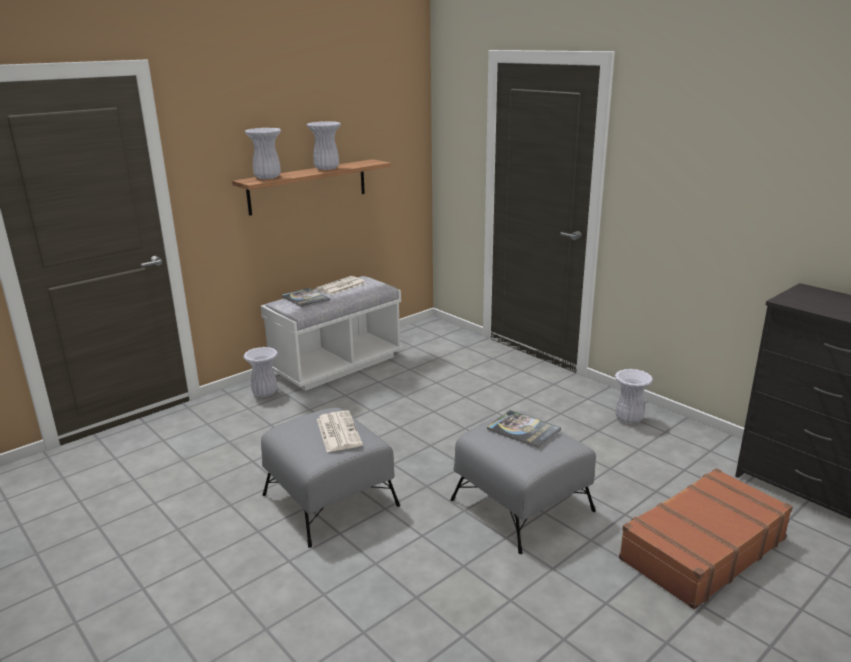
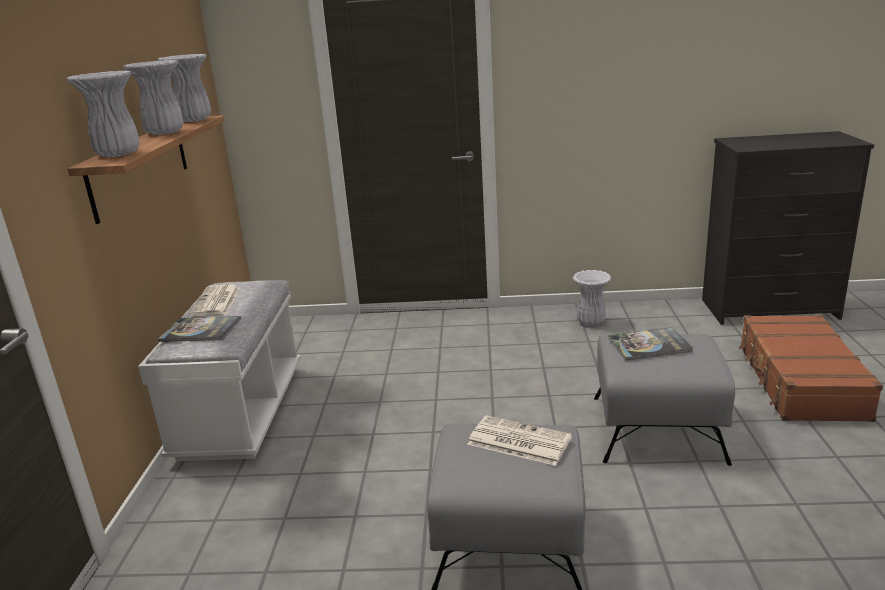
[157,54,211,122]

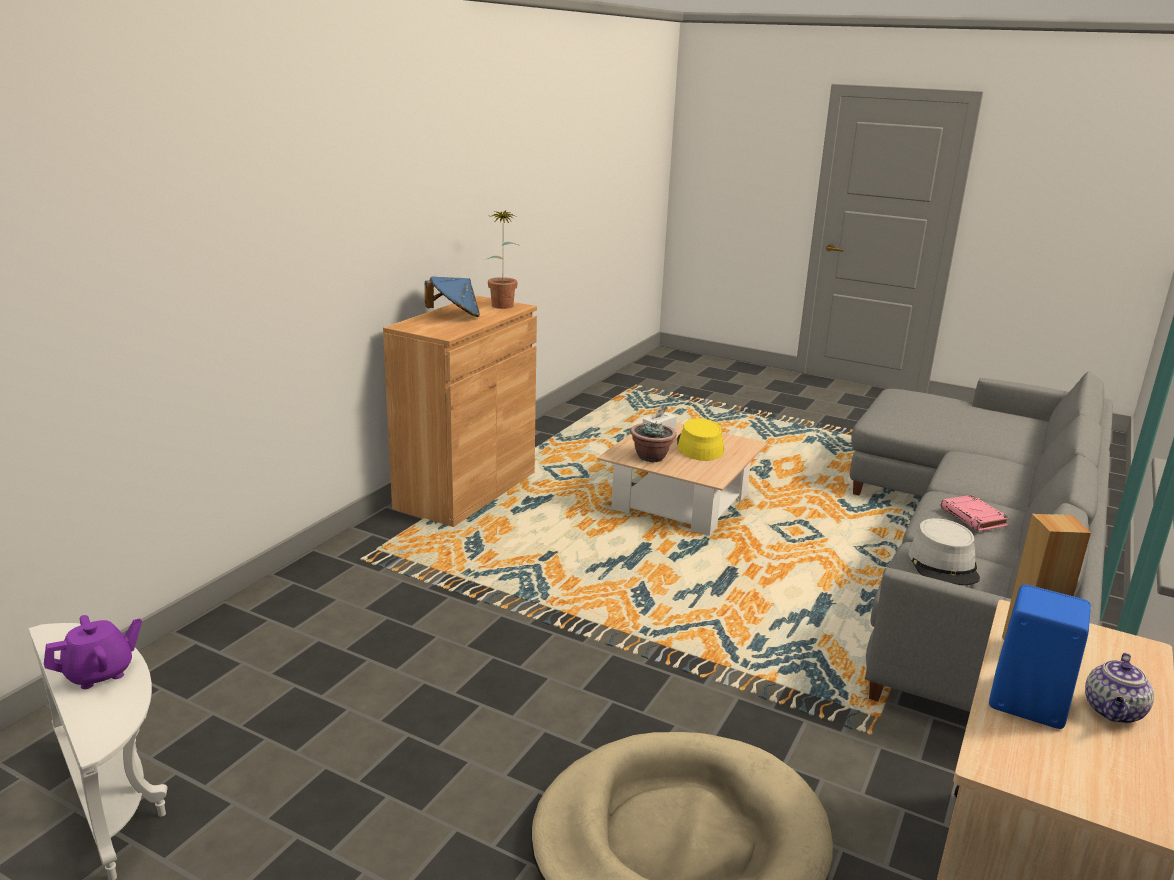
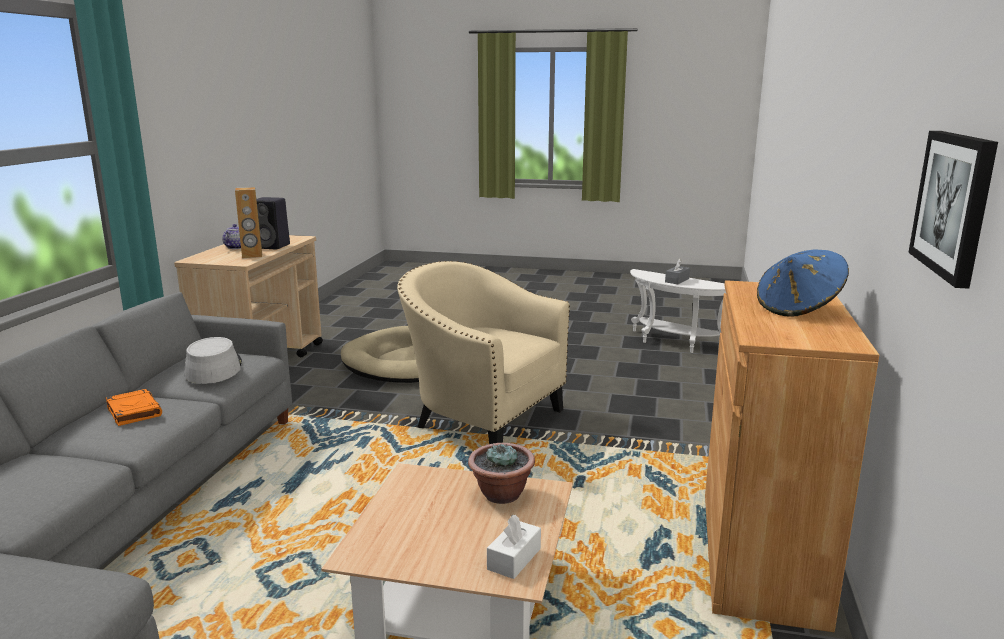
[484,210,518,309] (first image)
[677,418,724,461] (first image)
[397,261,570,444]
[908,131,998,289]
[665,259,690,284]
[106,389,162,426]
[256,197,290,249]

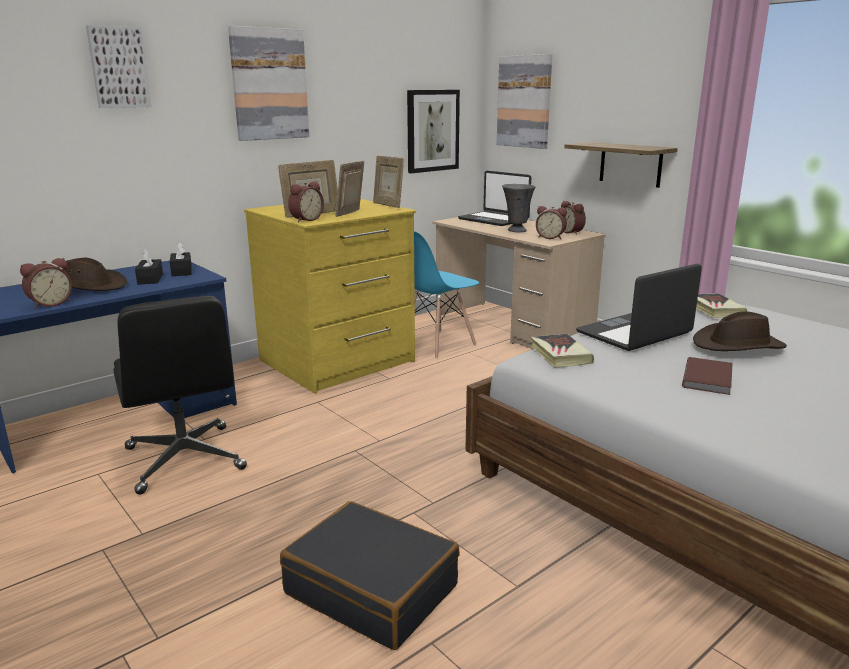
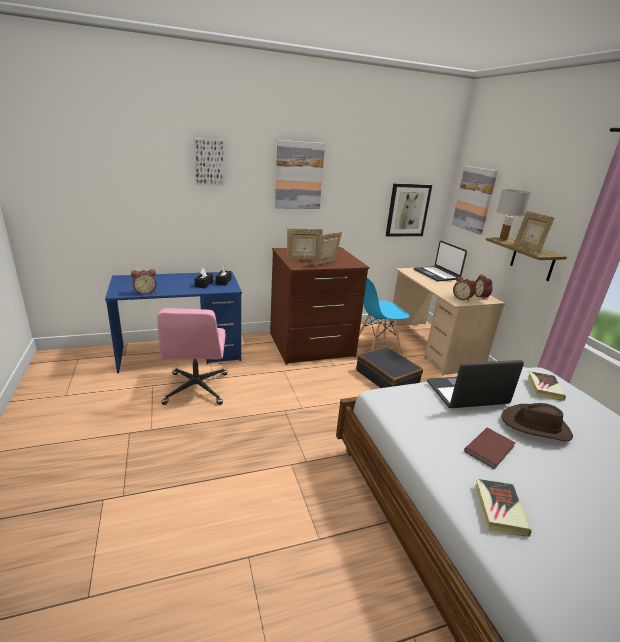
[62,258,127,291] (first image)
[288,181,324,222] (first image)
[502,184,535,232] (first image)
[496,189,531,240]
[356,347,423,388]
[514,211,554,253]
[475,479,532,537]
[157,308,227,405]
[270,247,370,365]

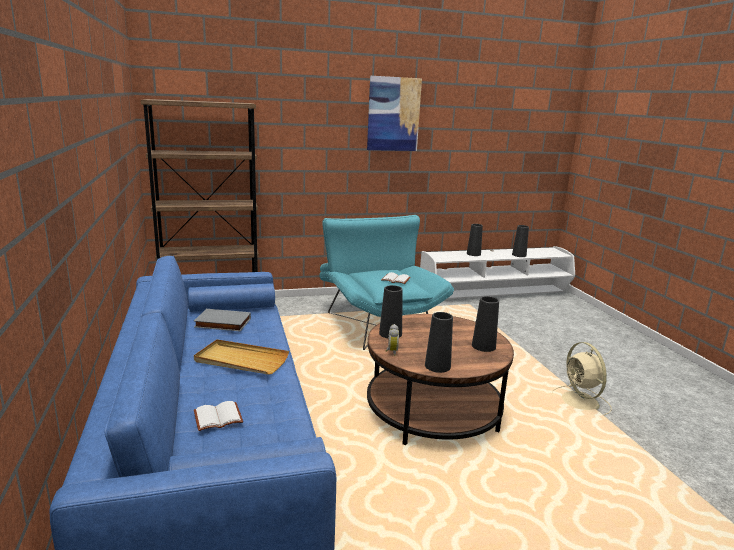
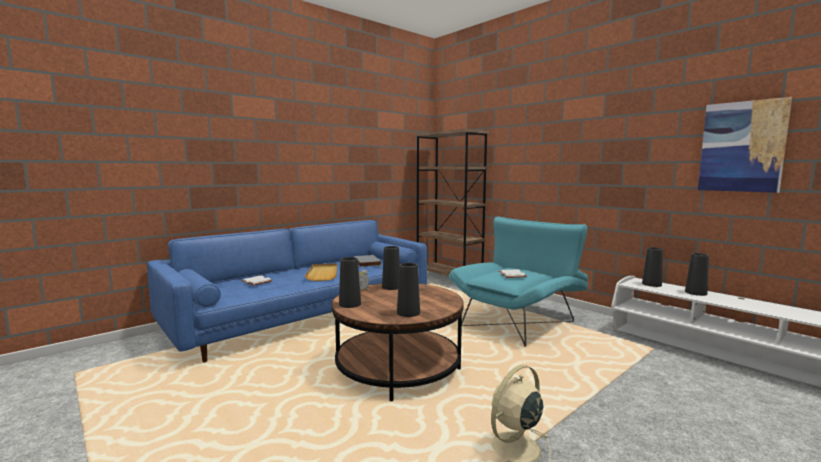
[698,97,792,193]
[642,247,663,287]

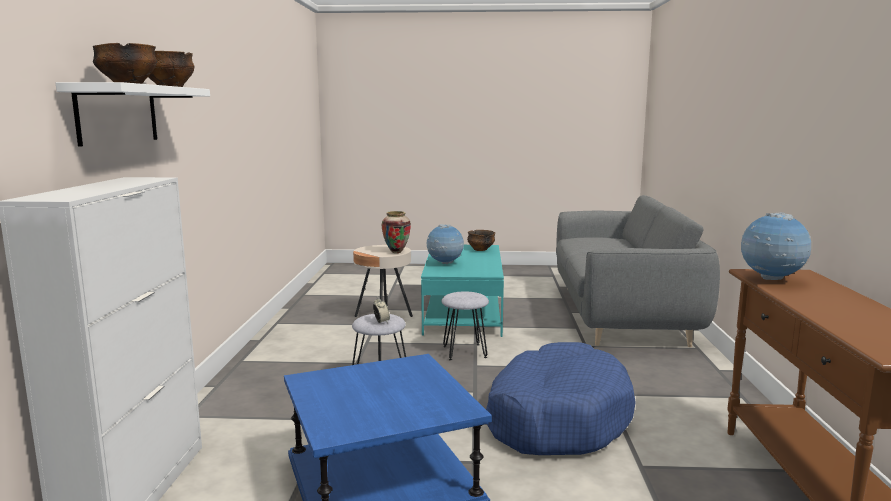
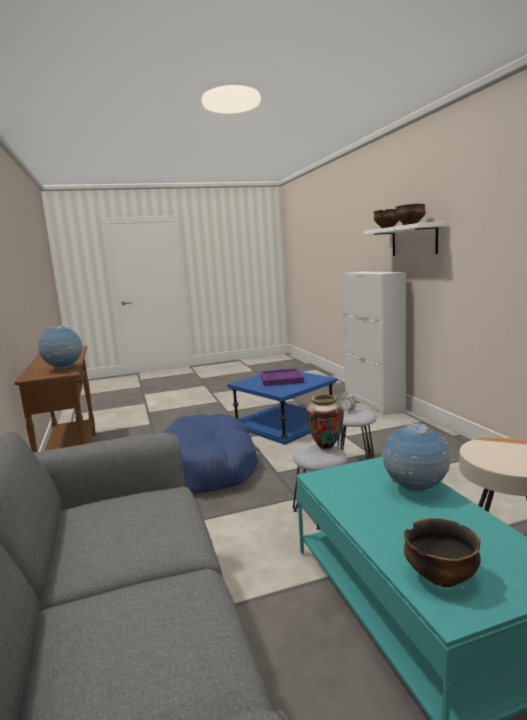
[261,368,304,386]
[306,395,344,450]

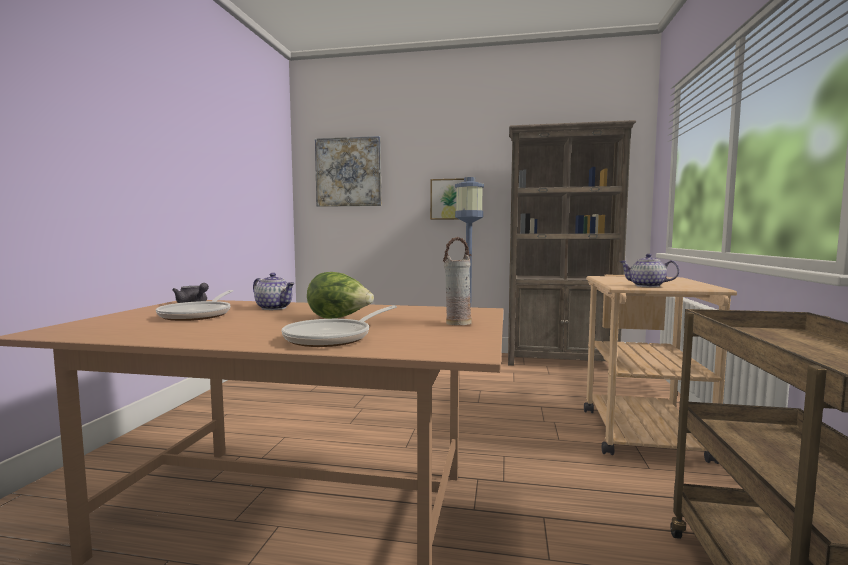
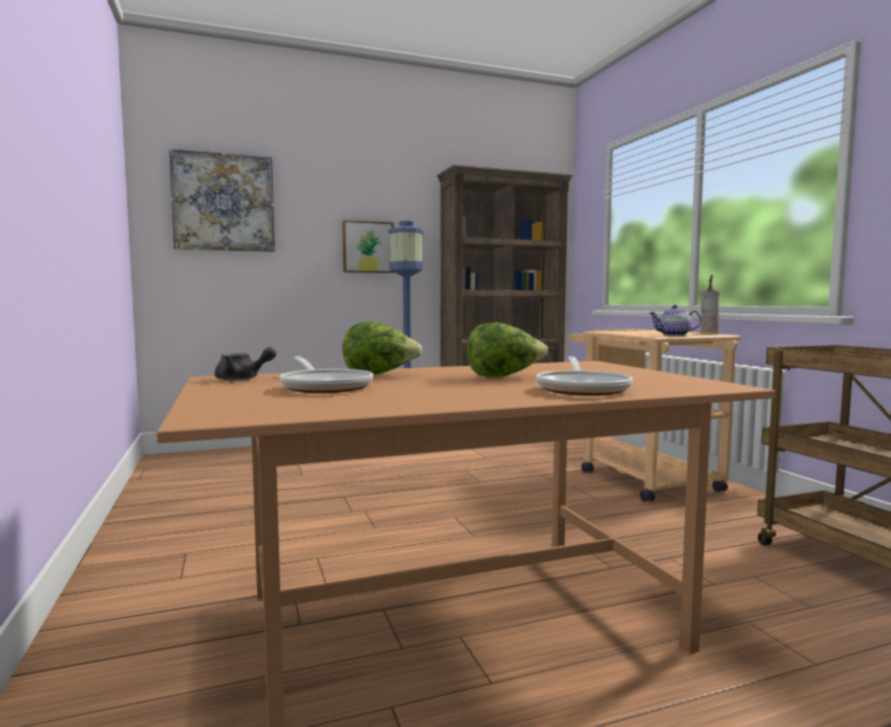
[700,275,720,334]
[343,322,423,375]

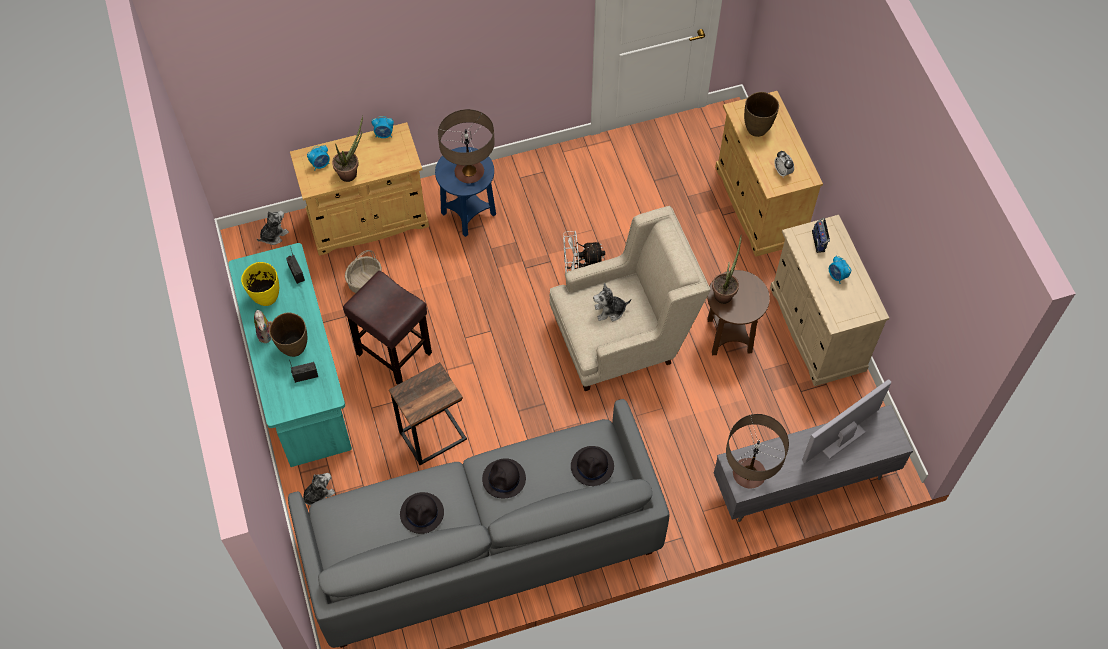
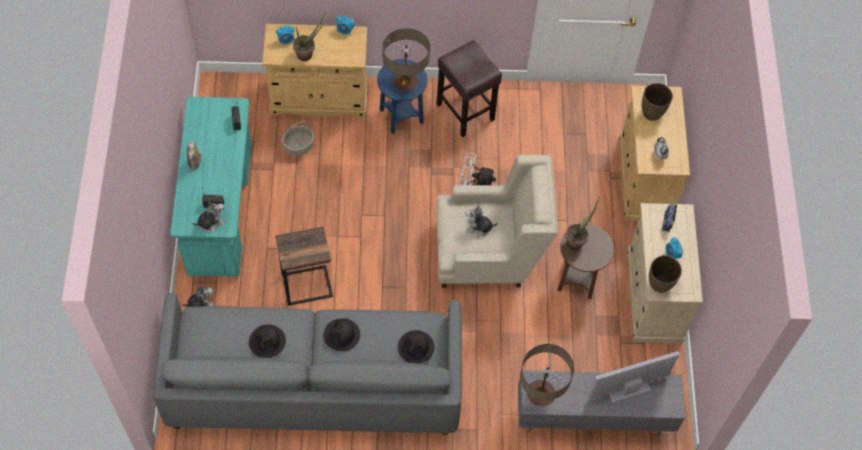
[241,262,279,306] (first image)
[192,202,226,232]
[649,255,682,293]
[437,40,502,138]

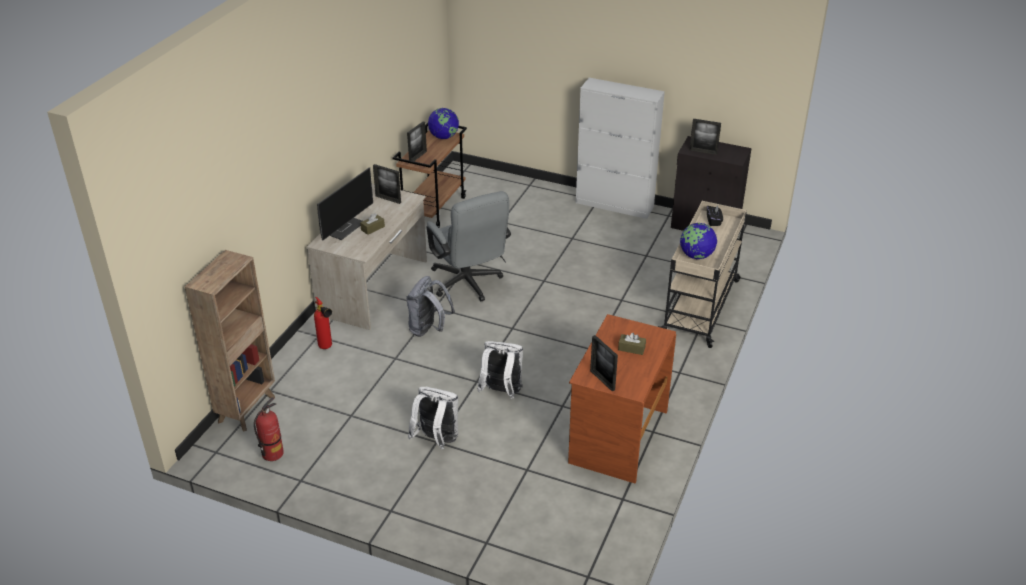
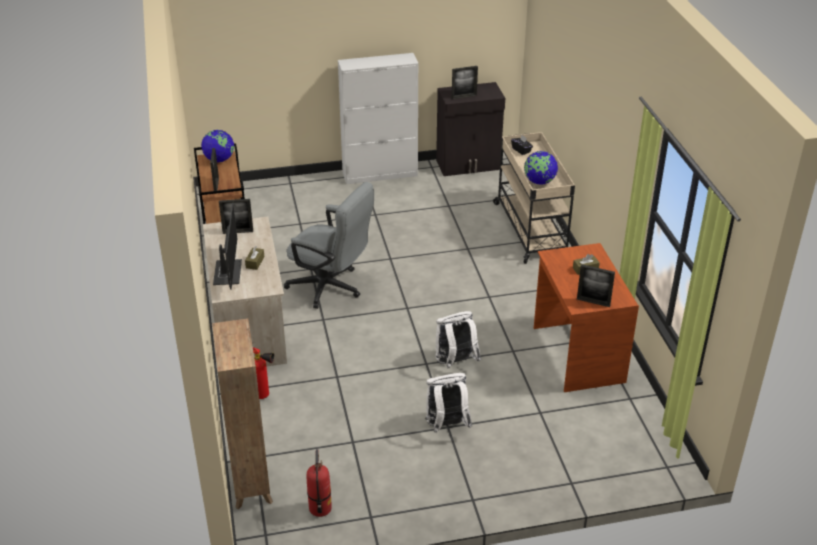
[406,276,455,337] (first image)

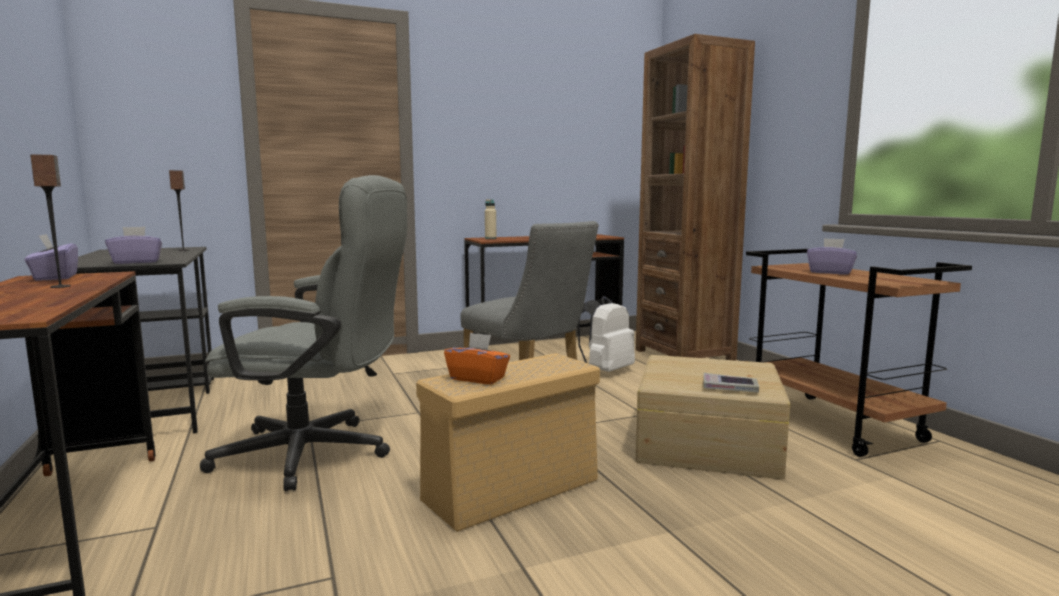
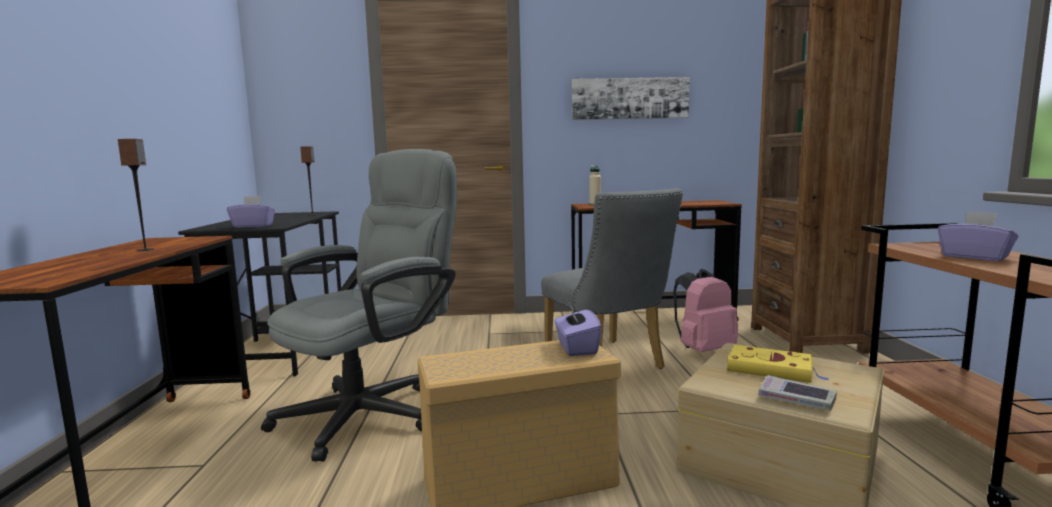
[444,332,510,384] (first image)
[572,77,690,120]
[727,345,829,383]
[554,303,602,356]
[673,269,738,352]
[261,149,457,462]

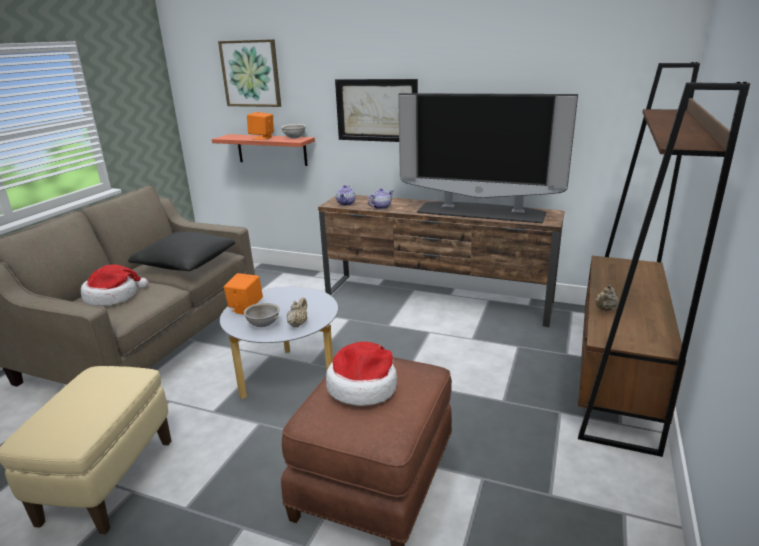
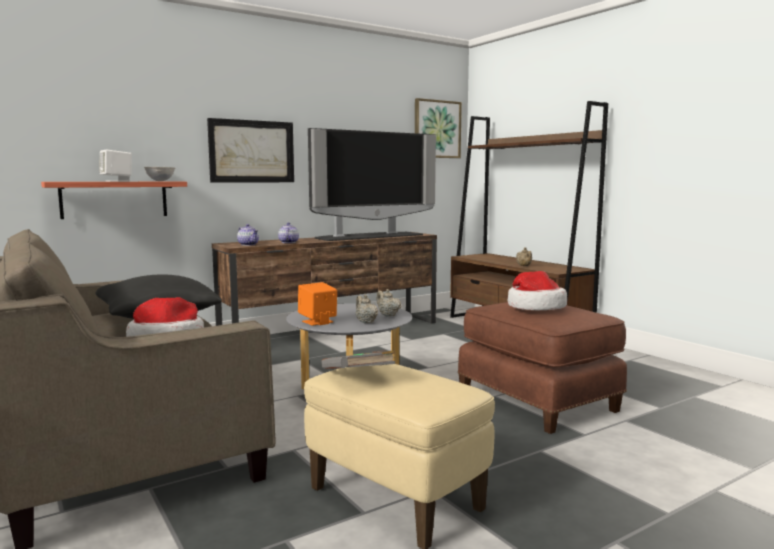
[321,350,395,369]
[415,98,462,158]
[356,295,378,323]
[99,150,132,181]

